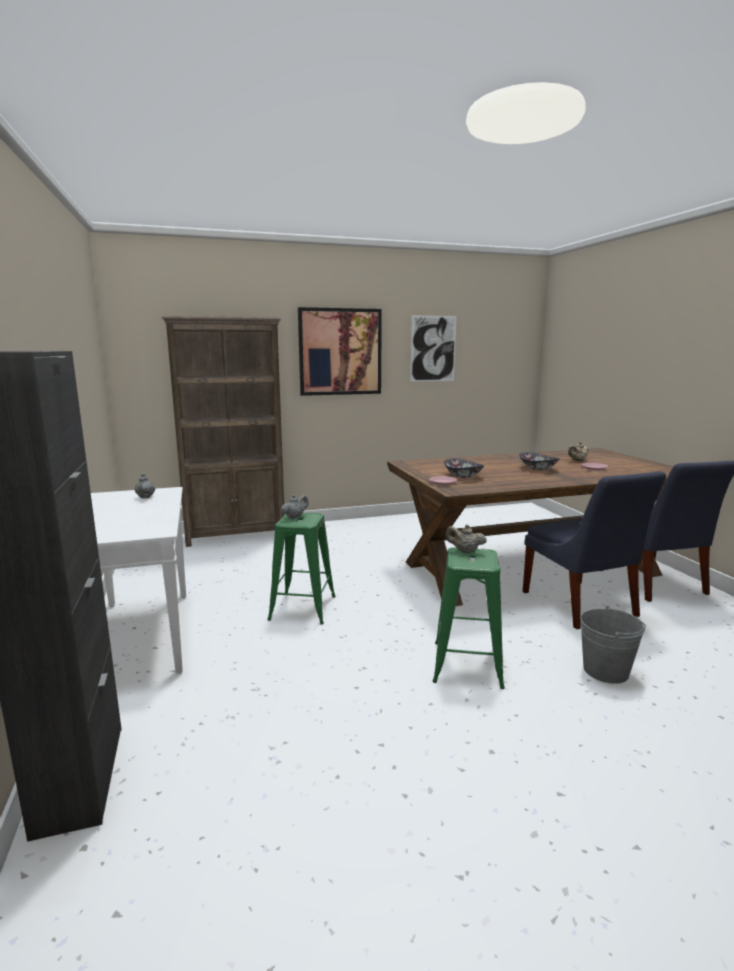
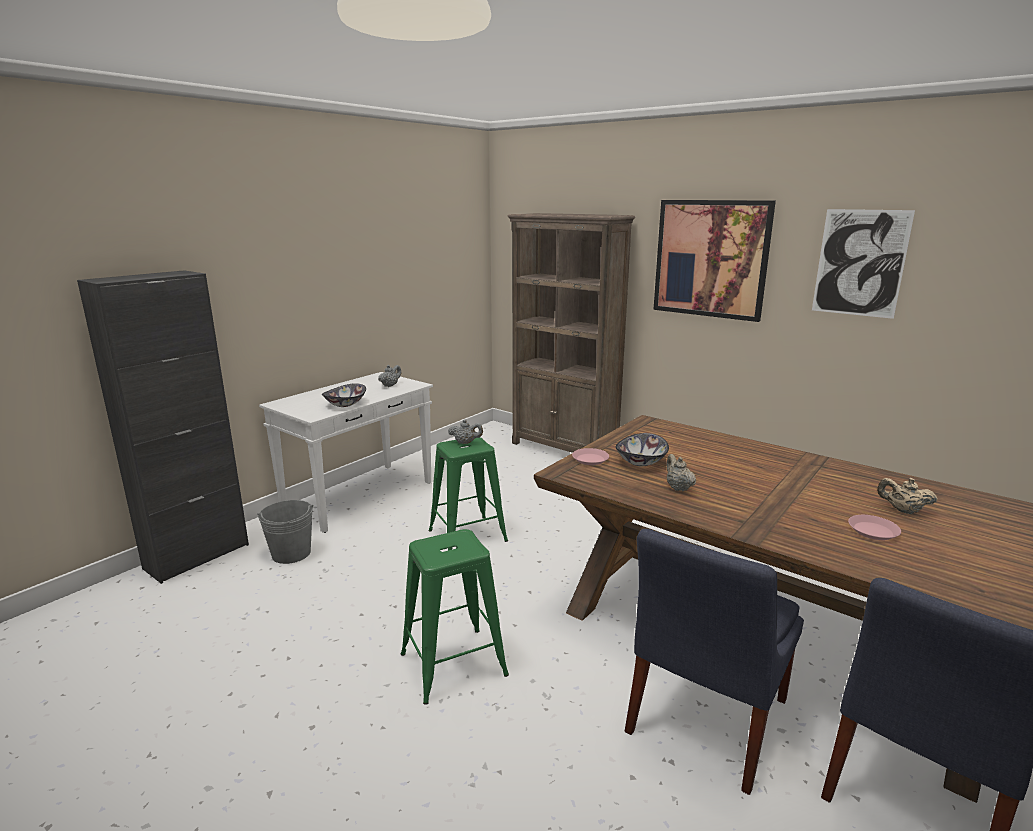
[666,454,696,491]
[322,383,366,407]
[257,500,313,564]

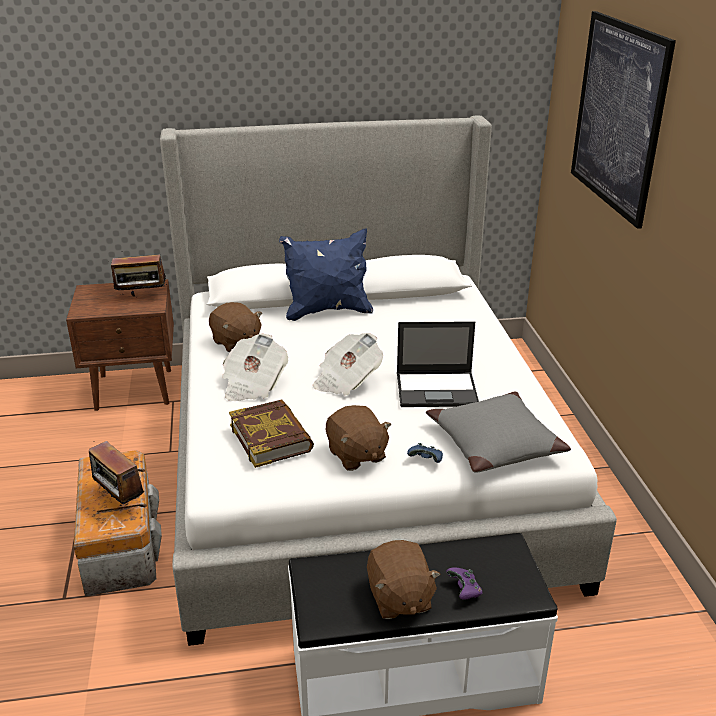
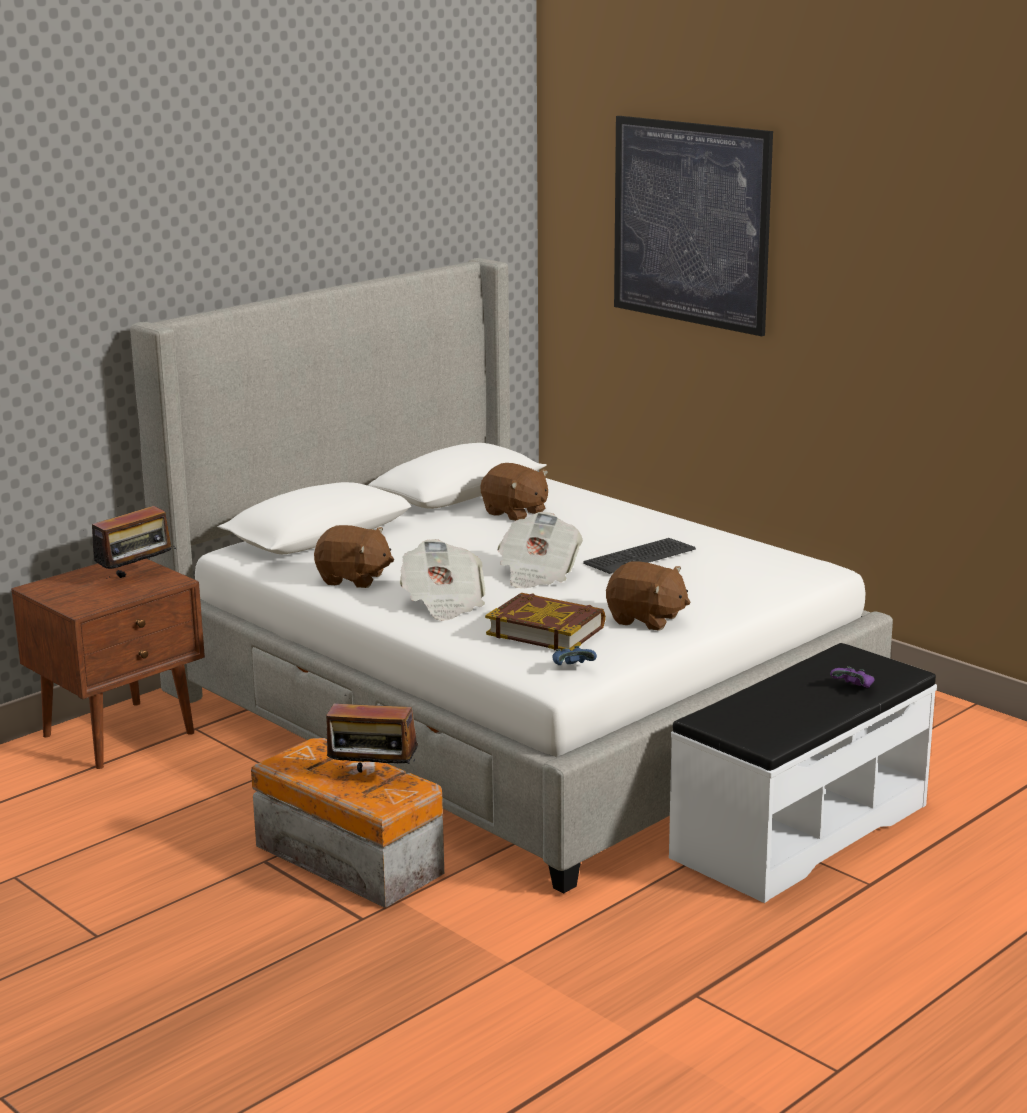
[279,229,373,321] (first image)
[426,391,571,473] (first image)
[480,463,548,521]
[552,646,597,665]
[583,538,696,574]

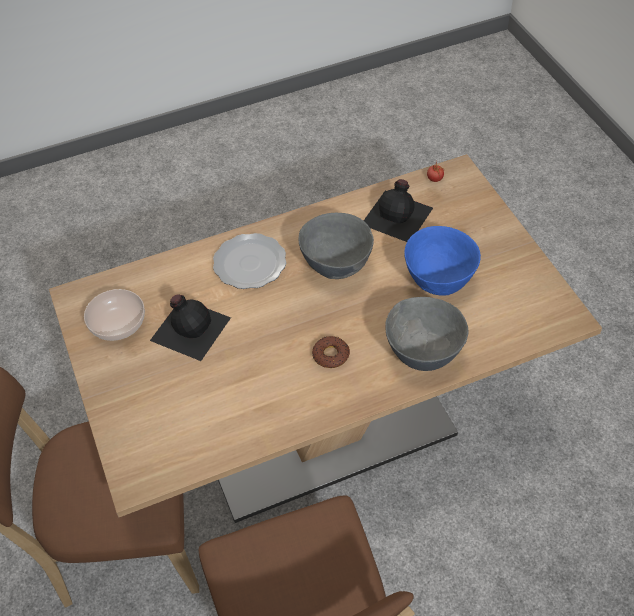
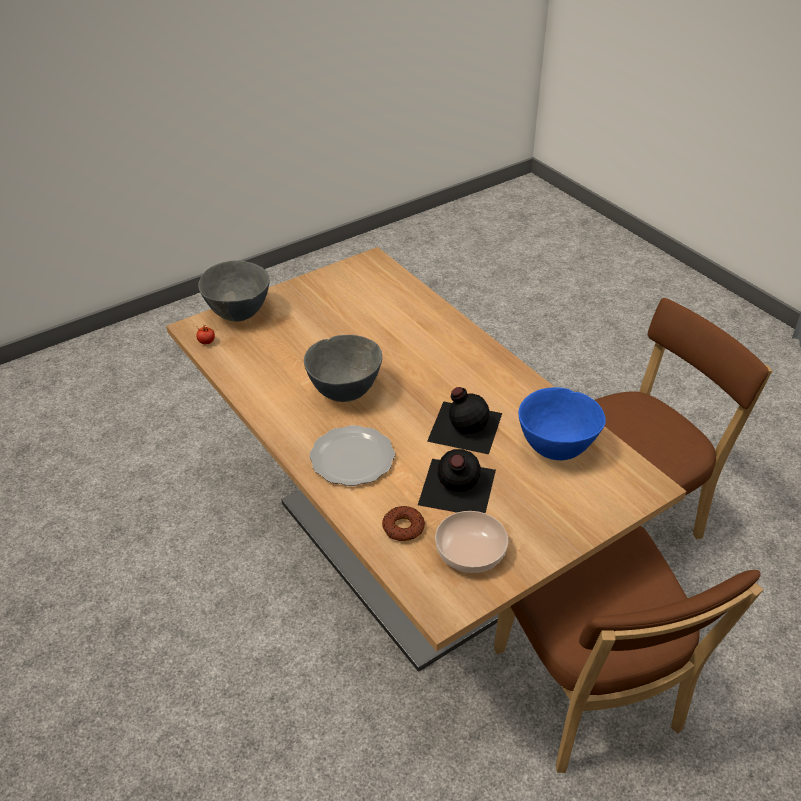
[382,506,425,541]
[427,387,502,455]
[198,261,270,321]
[518,387,606,460]

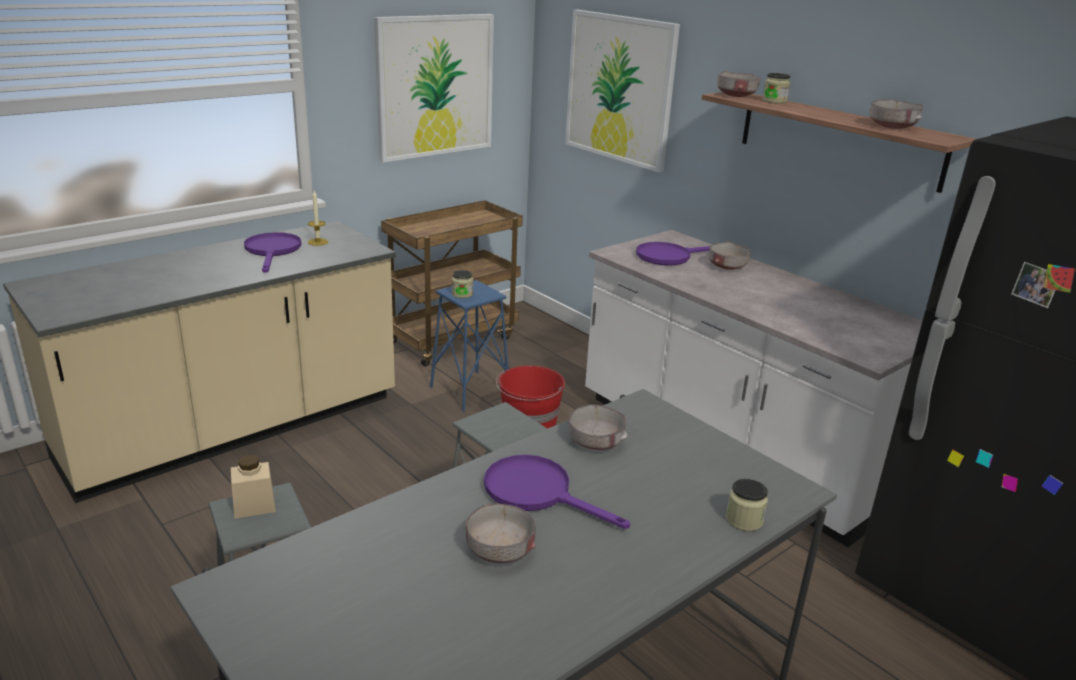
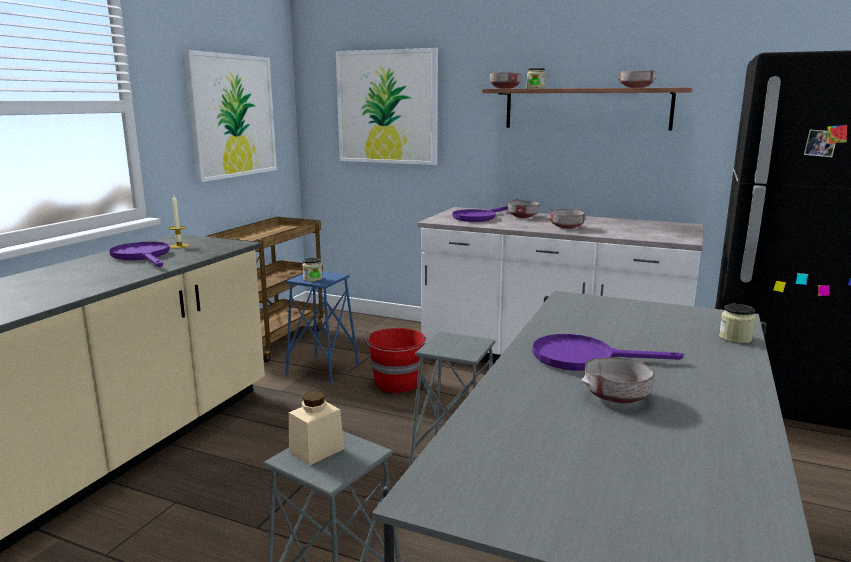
[549,209,586,229]

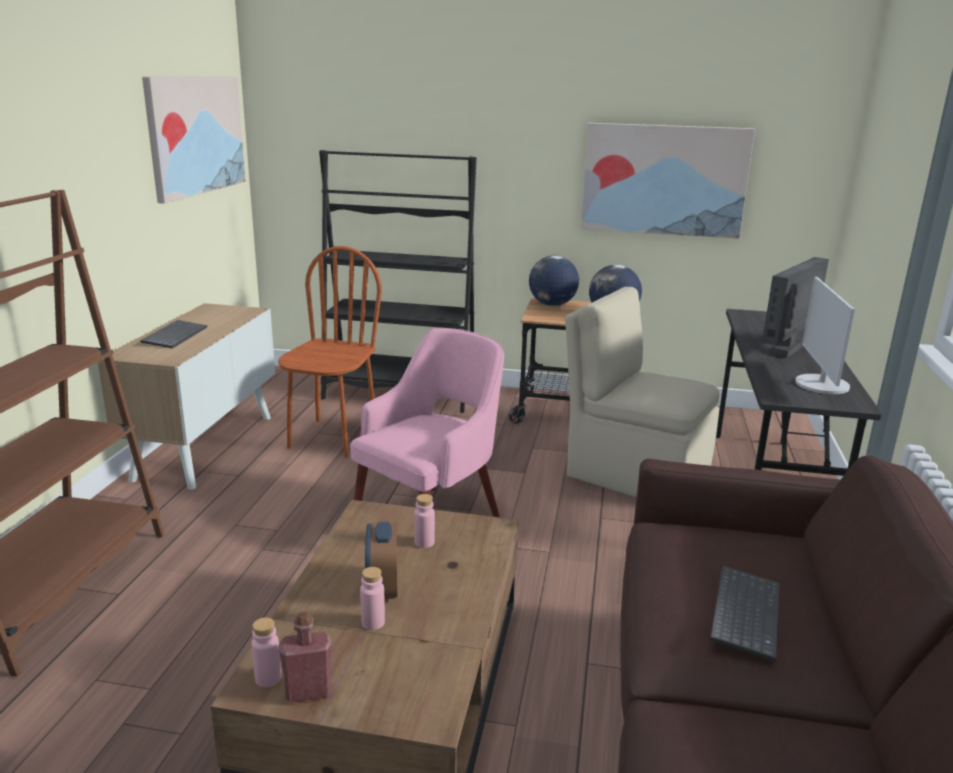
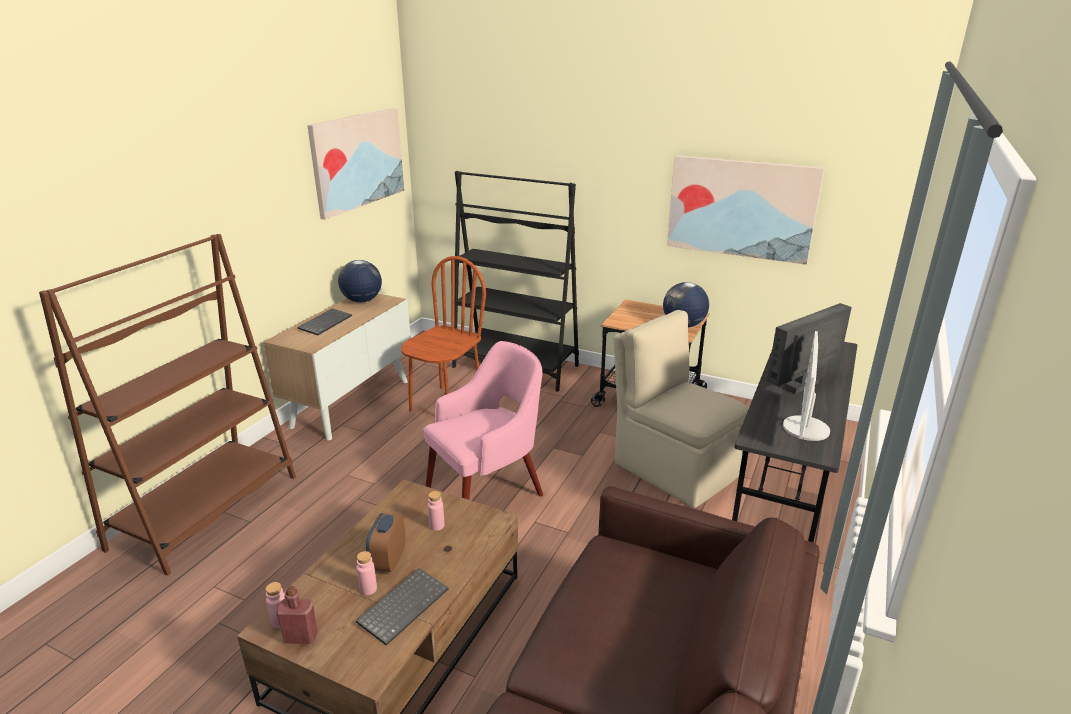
[338,260,382,303]
[356,568,449,646]

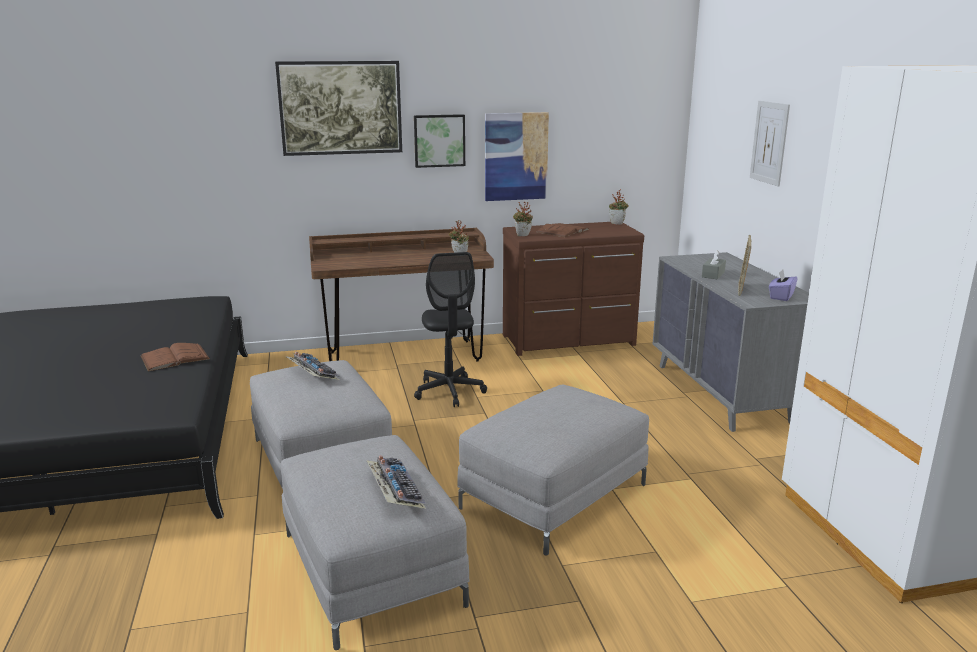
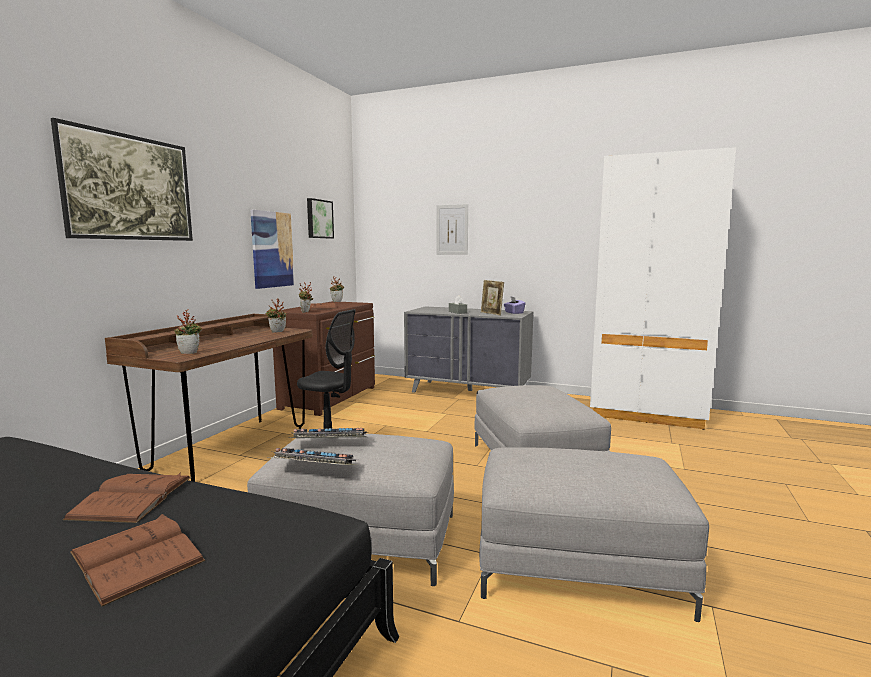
[70,514,205,607]
[175,309,203,354]
[269,448,358,465]
[307,198,334,239]

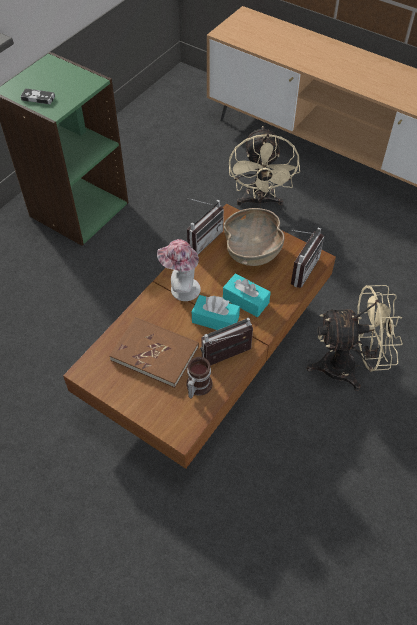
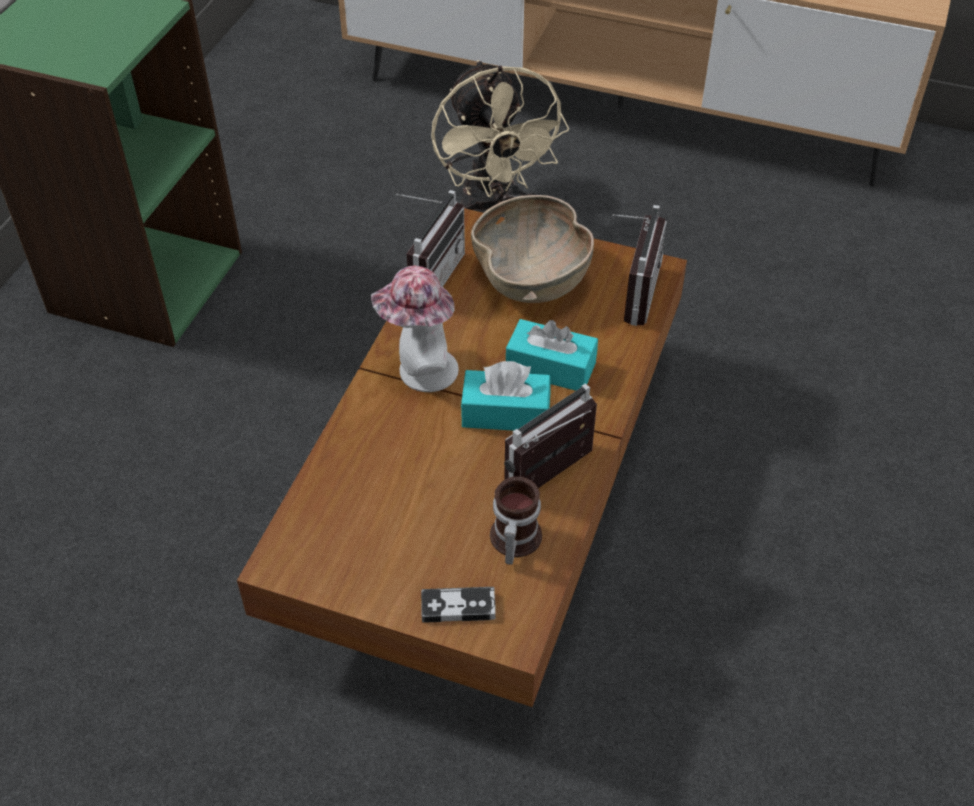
[109,317,199,388] (first image)
[306,285,403,391] (first image)
[421,587,496,623]

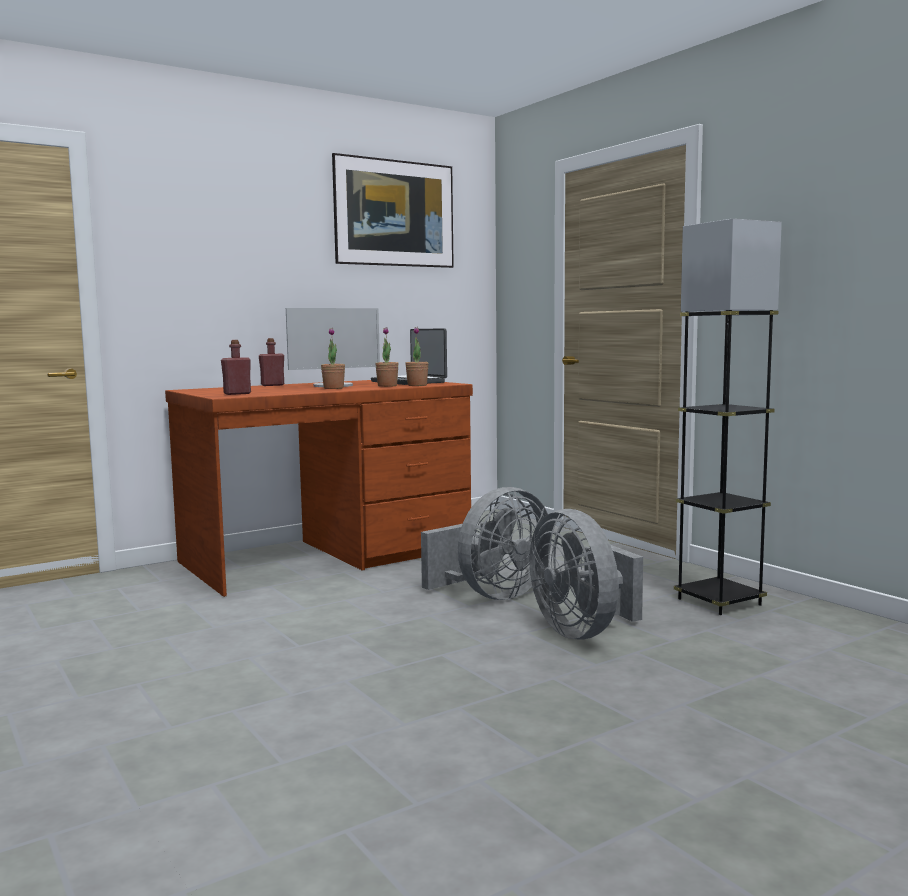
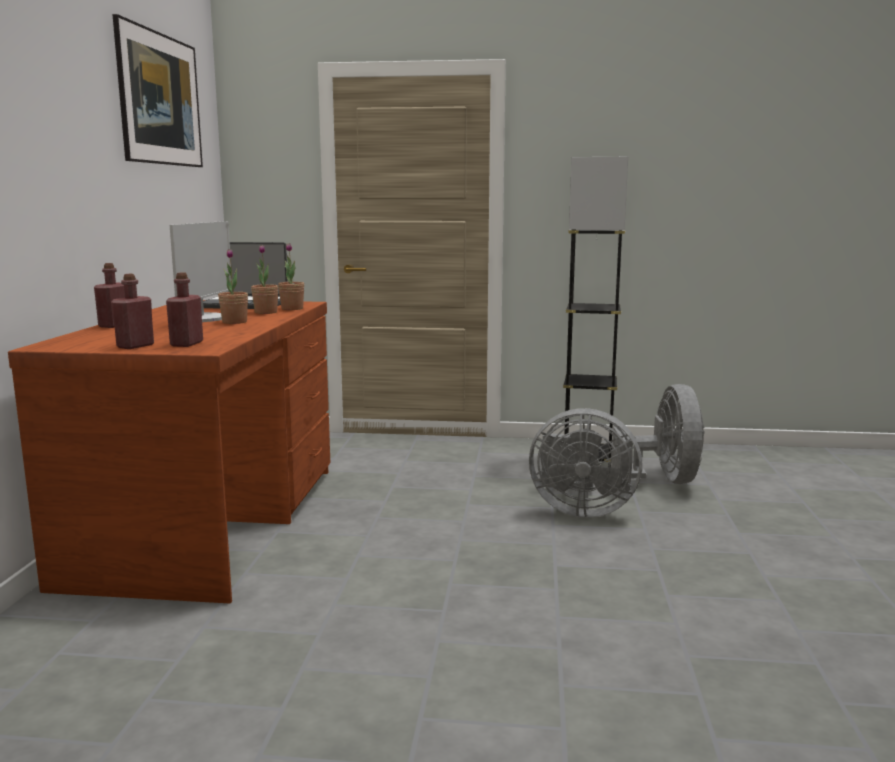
[111,274,154,349]
[611,384,705,493]

